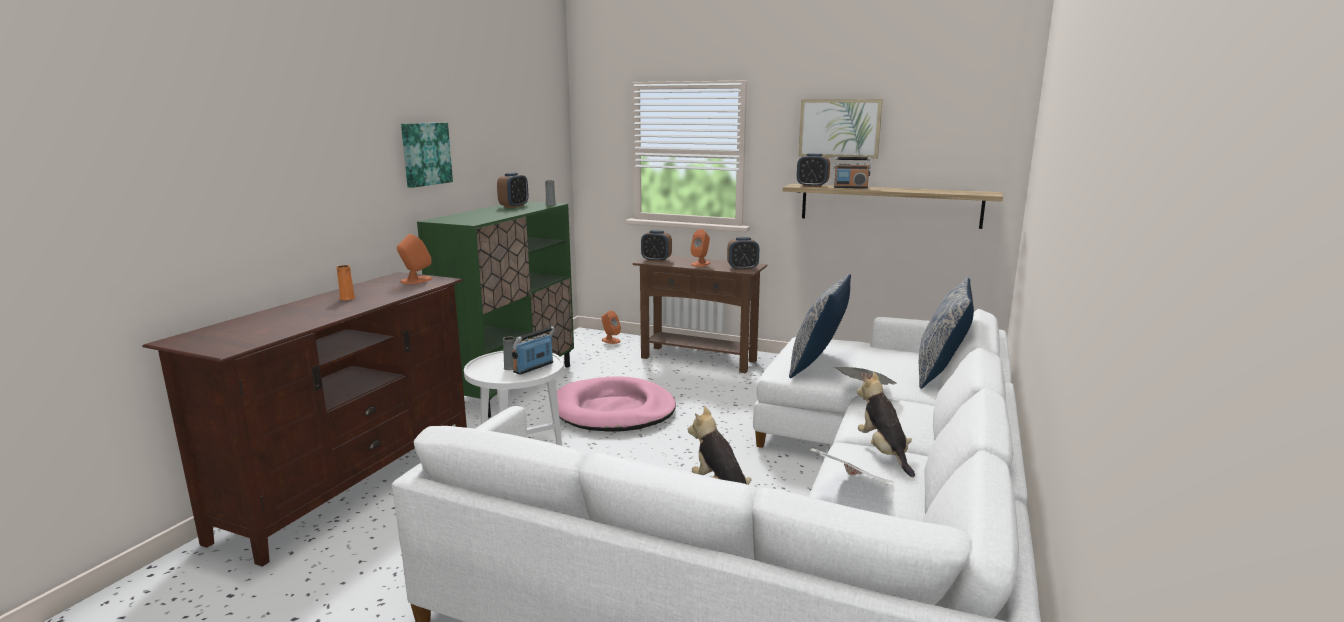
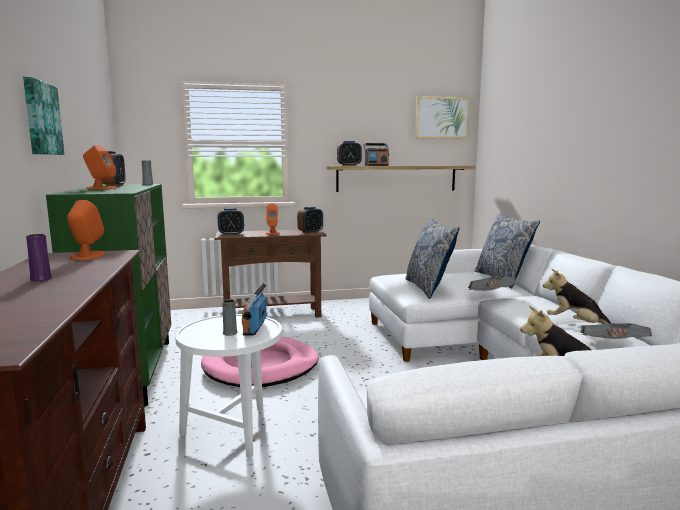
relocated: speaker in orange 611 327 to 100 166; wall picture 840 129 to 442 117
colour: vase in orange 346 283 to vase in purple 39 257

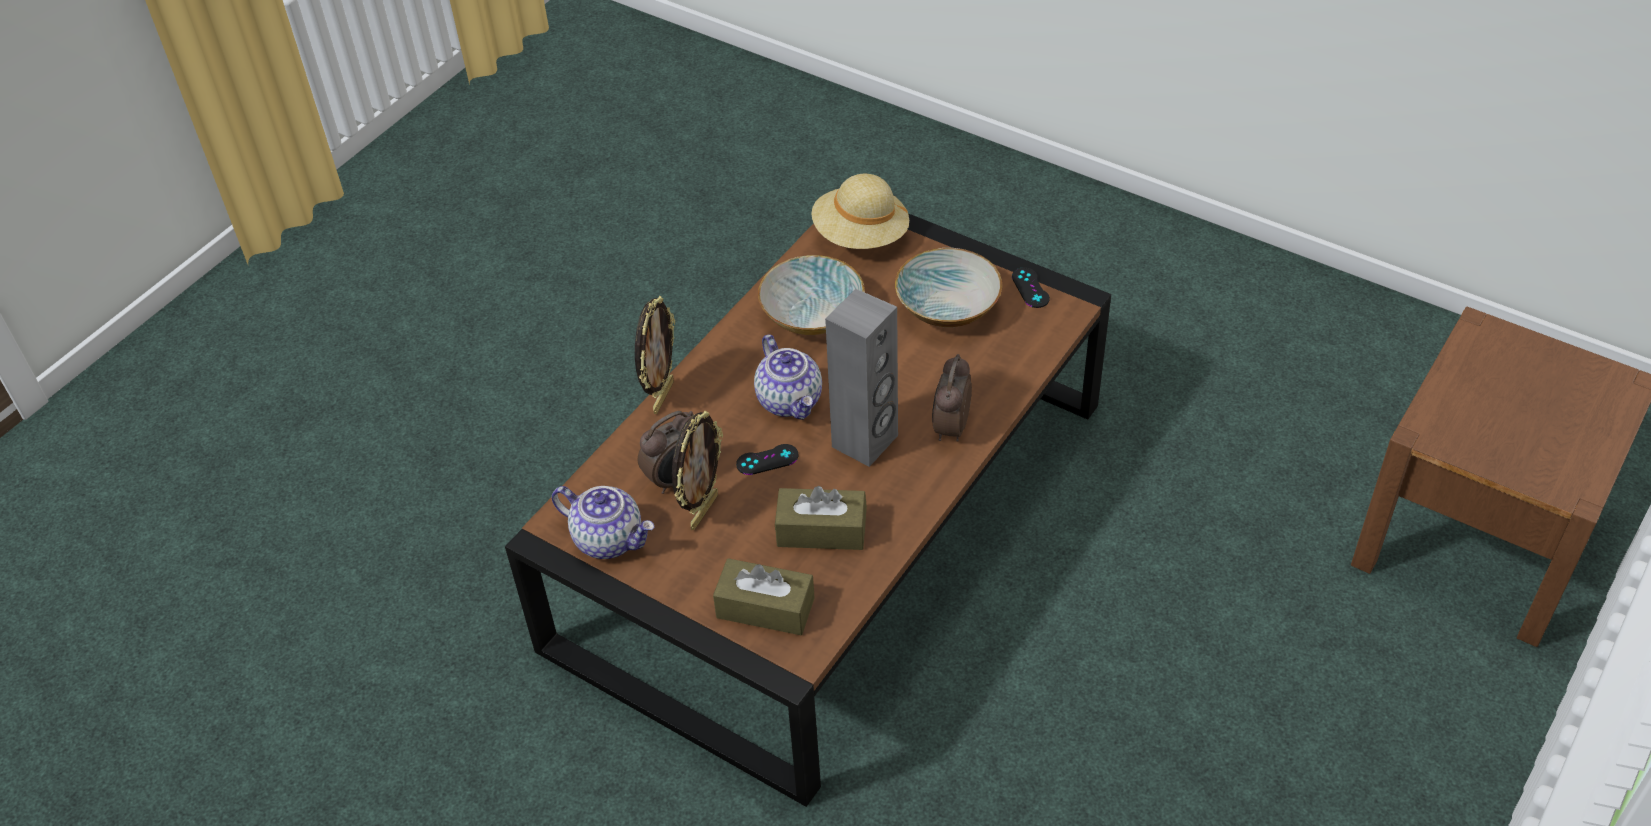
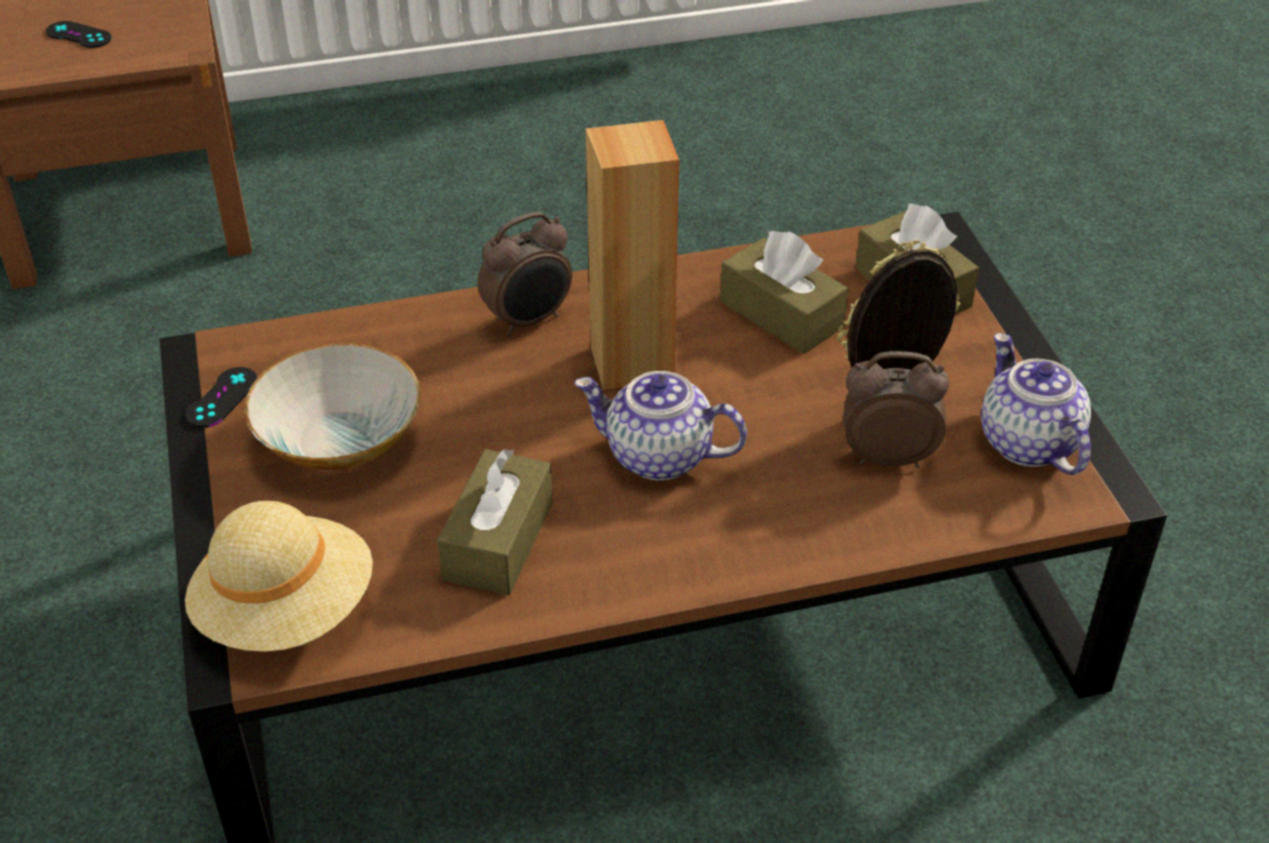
missing: standing frame 655 355
relocated: game controller in black-coloured 767 459 to 79 34
exchanged: serving bowl 811 295 to tissue holder in brownish 495 522
colour: speaker in gray 861 378 to speaker in brownish 632 255
spun: pot for tea 788 377 = 660 425 90 degrees counterclockwise

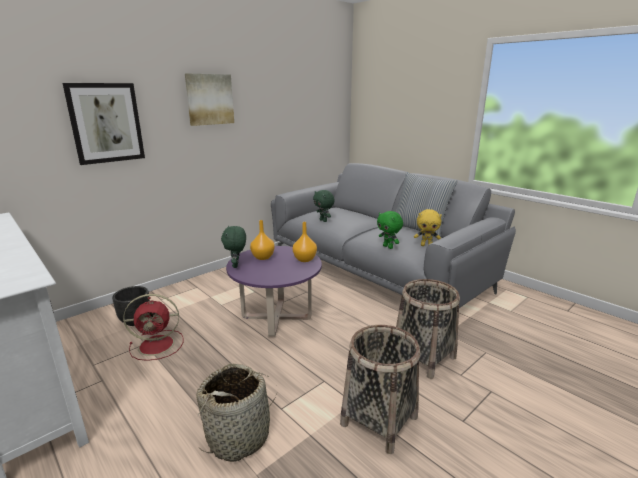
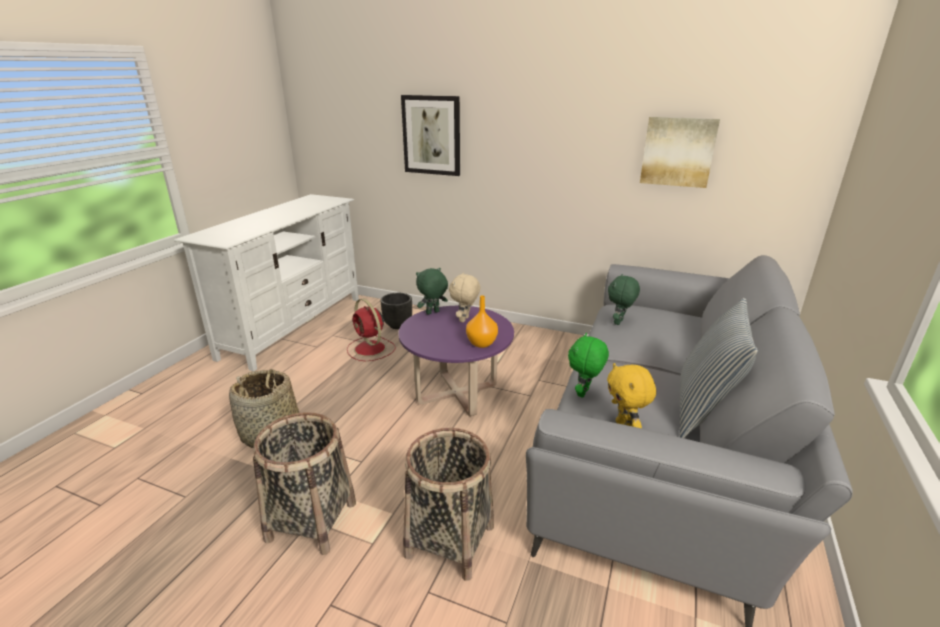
relocated: wall picture 209 100 to 680 152
exchanged: vase in orange 262 240 to plush toy in beige 464 297

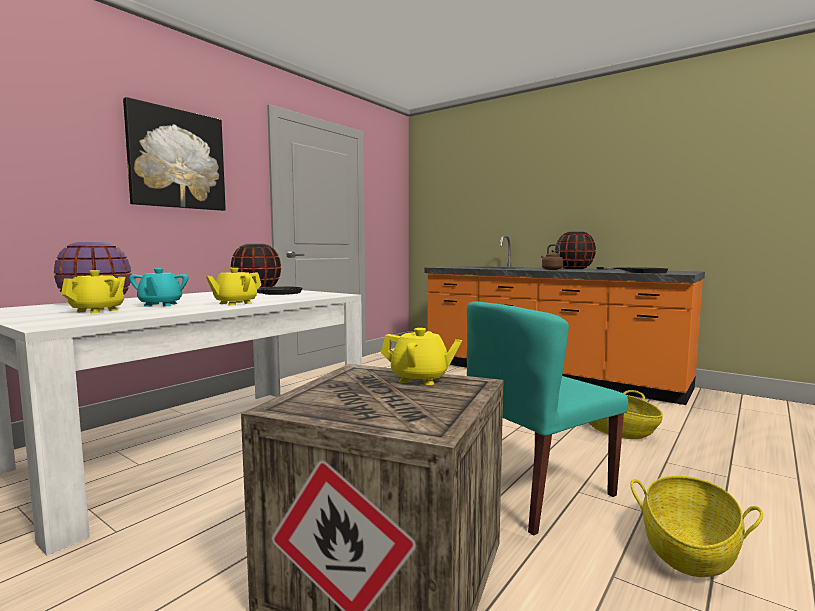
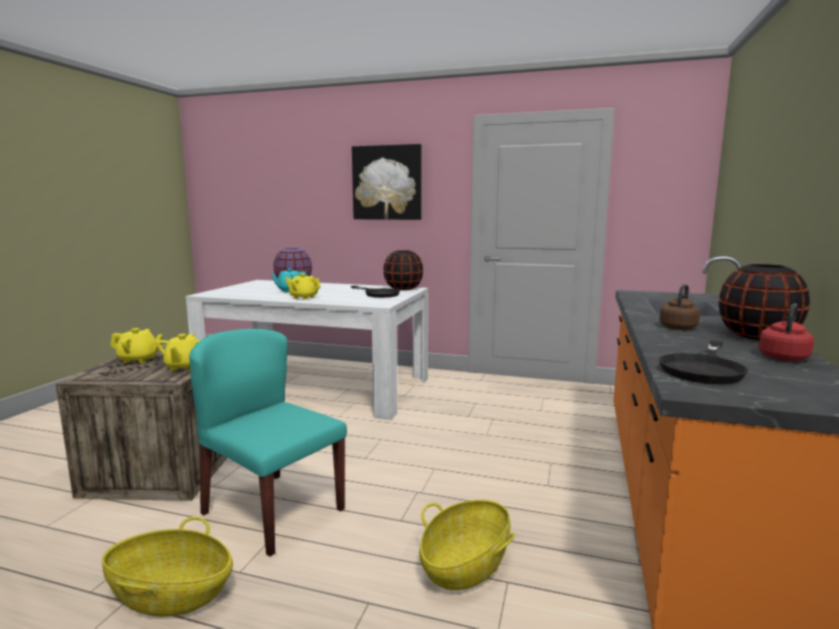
appeared: tea kettle in reddish 786 332
relocated: pot for tea in yellow-coloured 93 291 to 136 345

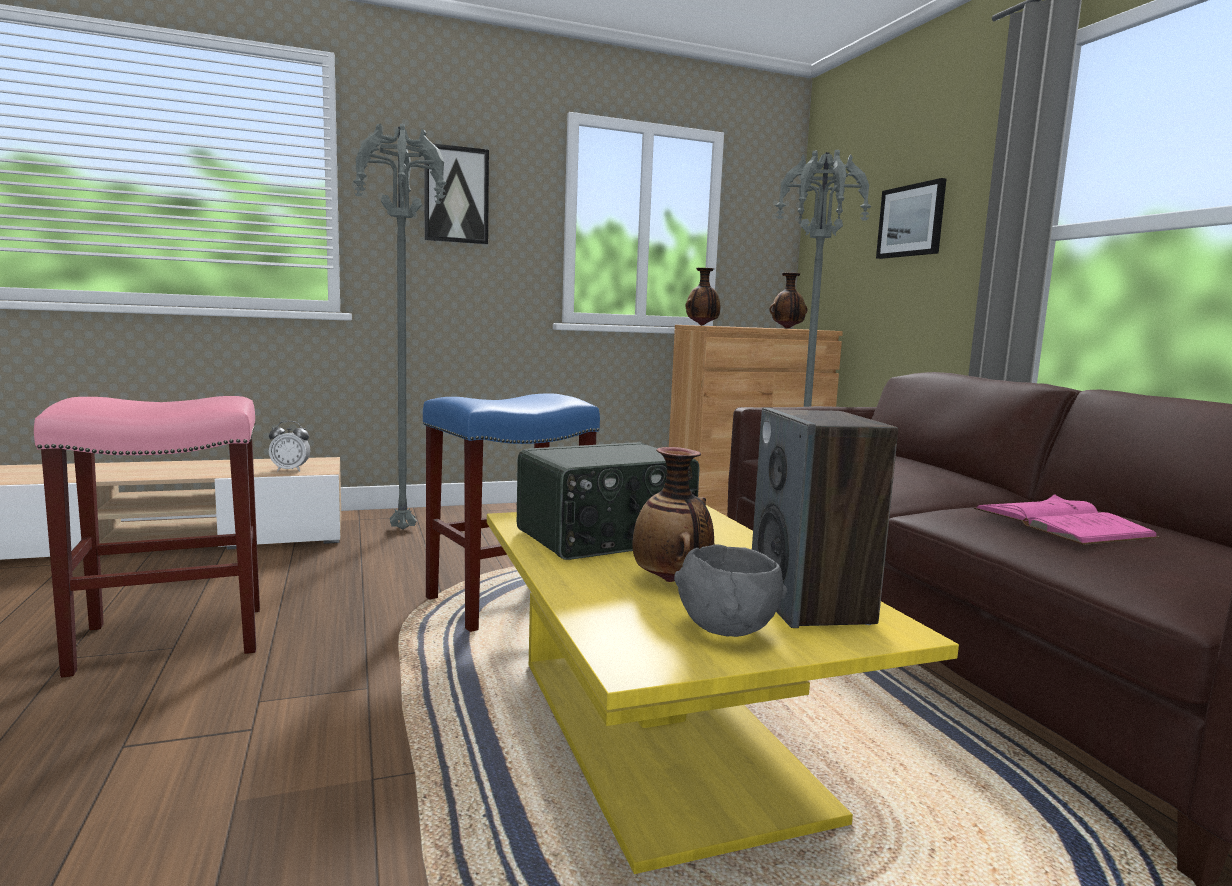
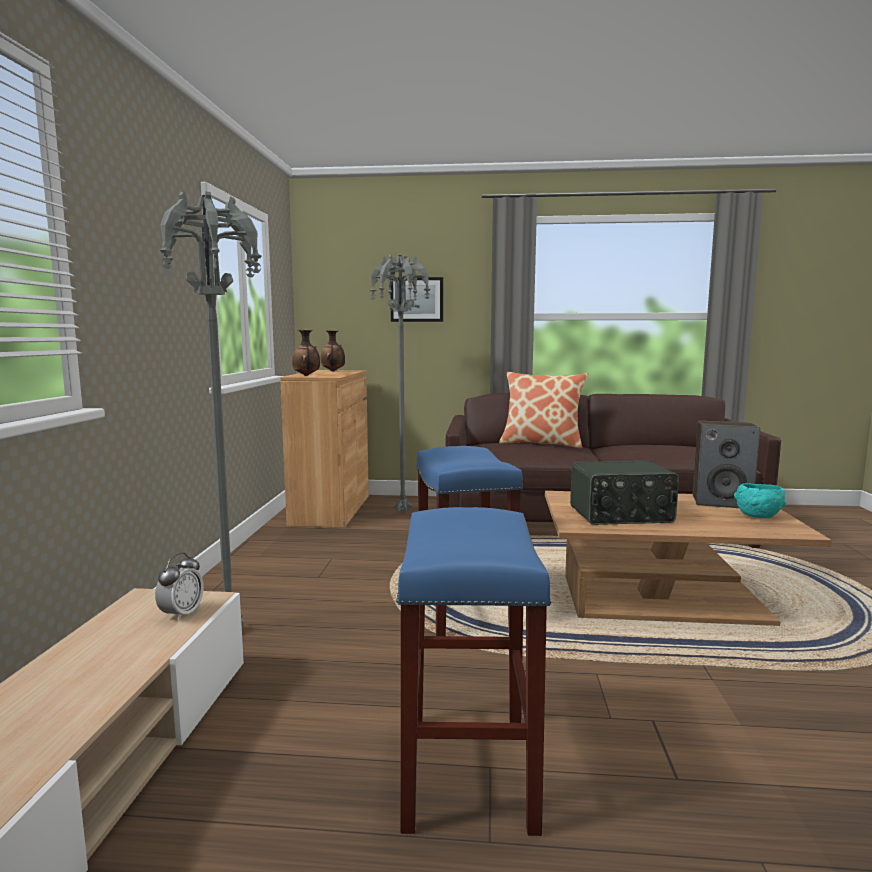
missing: wall picture 456 194; vase 673 514; book in pink 1066 519
appeared: throw pillow 543 410
colour: sitting stool in pink 147 537 to sitting stool in bluish 473 671; coffee table in yellow-coloured 723 689 to coffee table in brownish 688 558; serving bowl in gray 730 590 to serving bowl in turquoise-coloured 760 500
spun: radio set 608 501 = 624 493 90 degrees clockwise

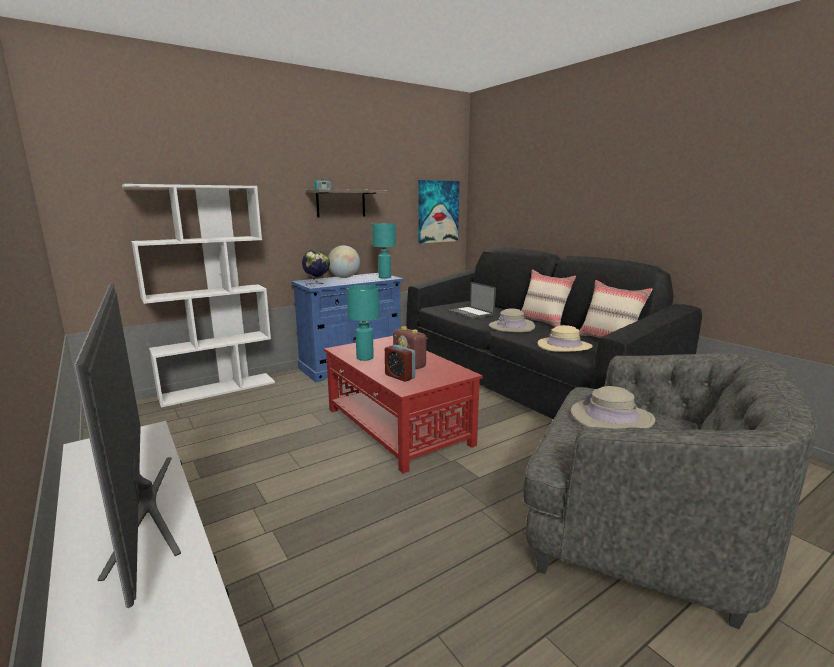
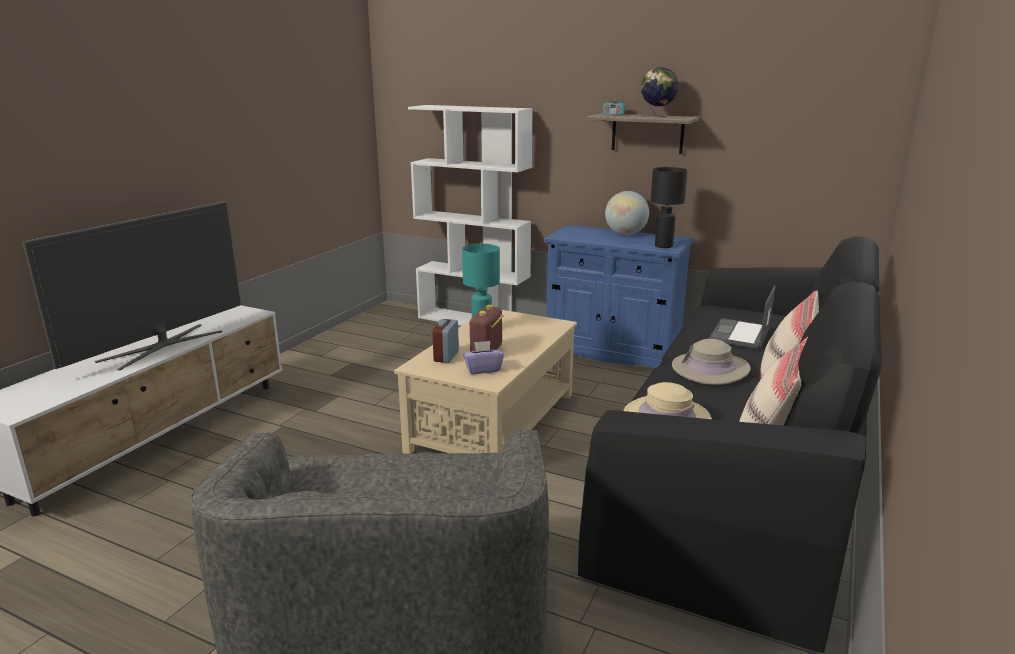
missing: wall picture 438 211; clothing hat in beige 613 407
appeared: tissue holder in purple 483 357
relocated: world globe 316 267 to 660 92
colour: coffee table in reddish 403 405 to coffee table in beige 485 382; table lamp in turquoise-coloured 384 251 to table lamp in black-coloured 669 207

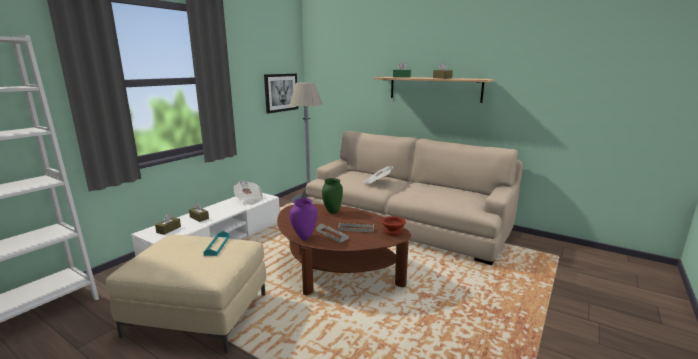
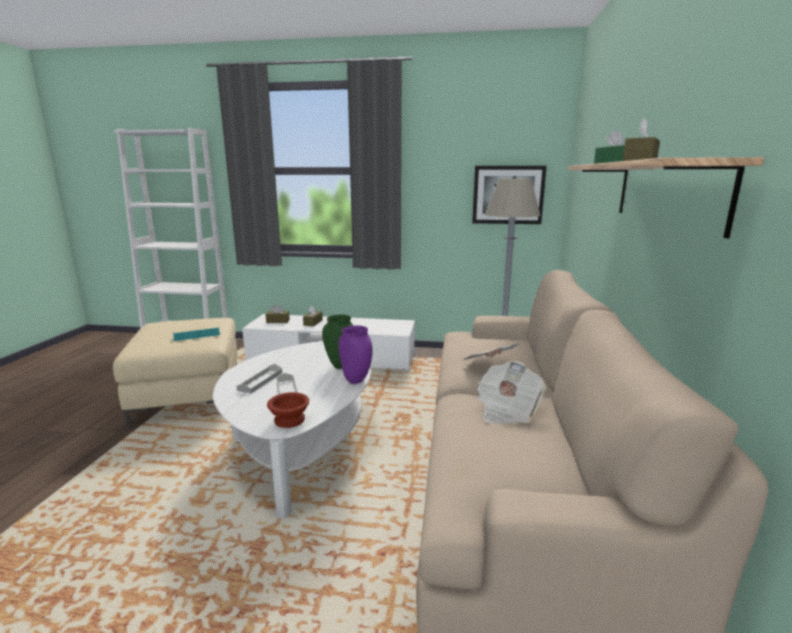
relocated: vase in purple 303 219 to 355 354; daily paper 248 193 to 511 392
colour: coffee table in brownish 344 250 to coffee table in white 292 430

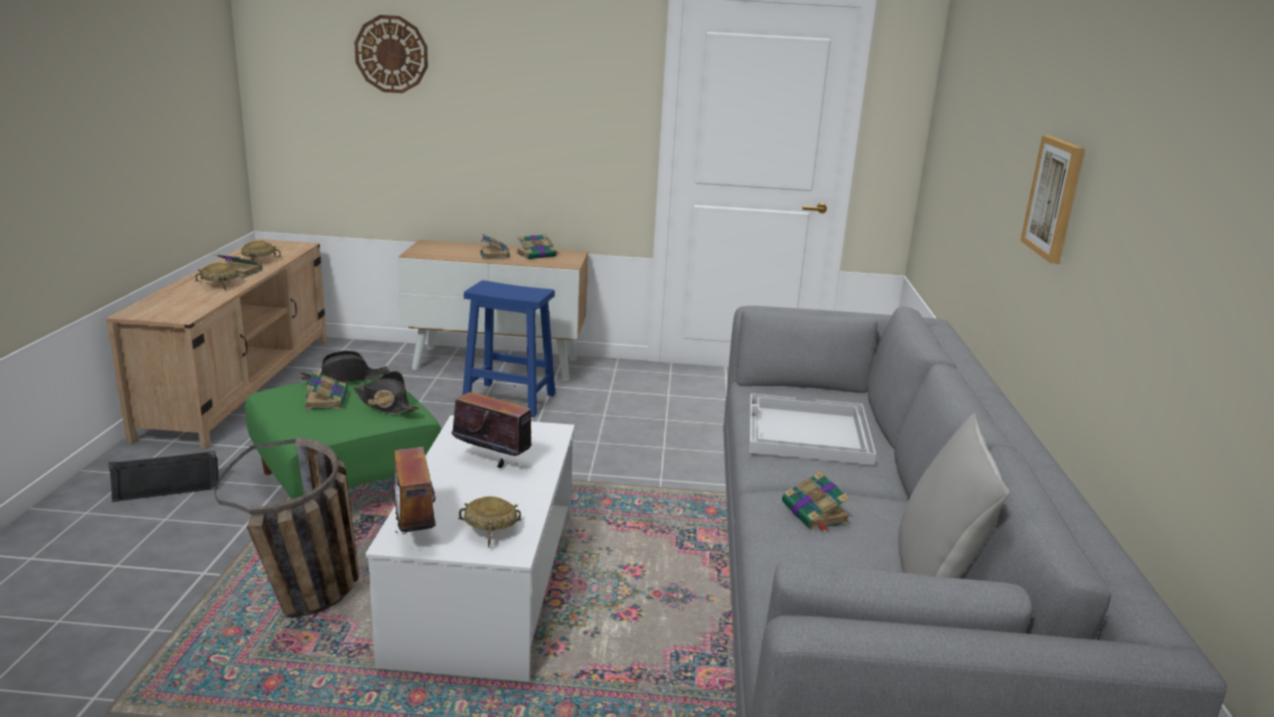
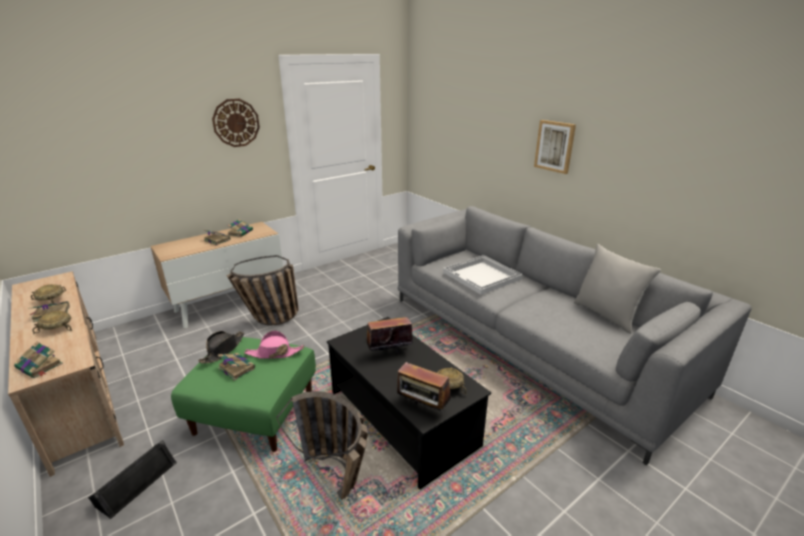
relocated: book 816 501 to 38 359; wall clock 391 54 to 236 123
exchanged: sitting stool in bluish 509 348 to basket 263 290
colour: clothing hat in black-coloured 387 392 to clothing hat in pink 274 344; coffee table in white 470 548 to coffee table in black-coloured 409 403

